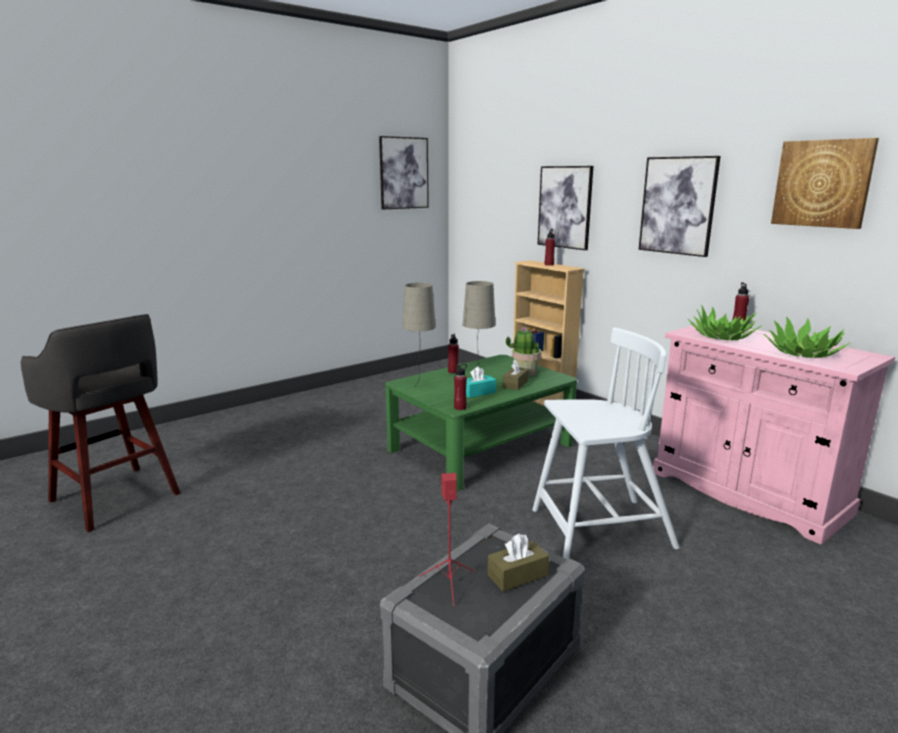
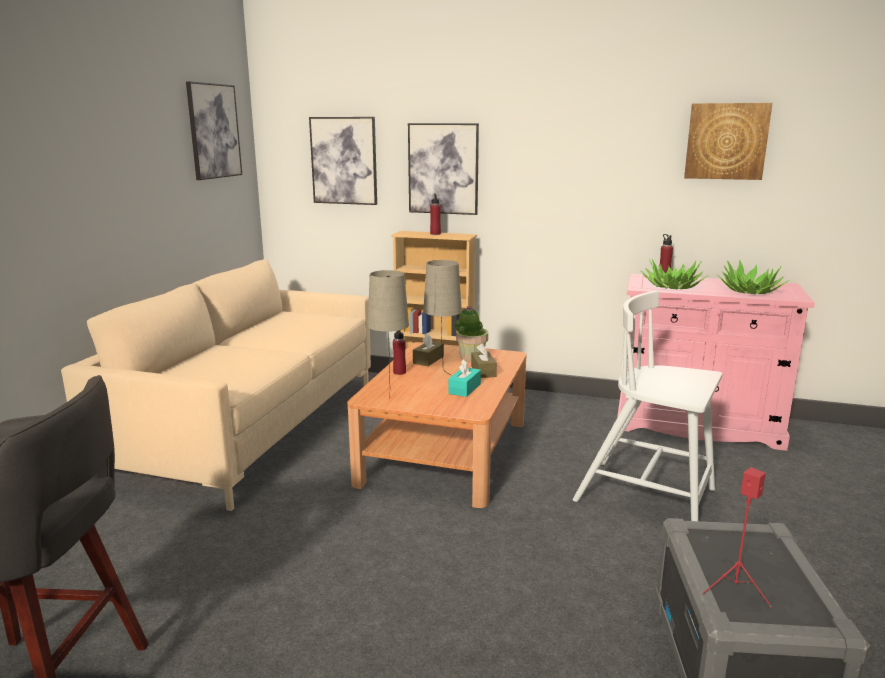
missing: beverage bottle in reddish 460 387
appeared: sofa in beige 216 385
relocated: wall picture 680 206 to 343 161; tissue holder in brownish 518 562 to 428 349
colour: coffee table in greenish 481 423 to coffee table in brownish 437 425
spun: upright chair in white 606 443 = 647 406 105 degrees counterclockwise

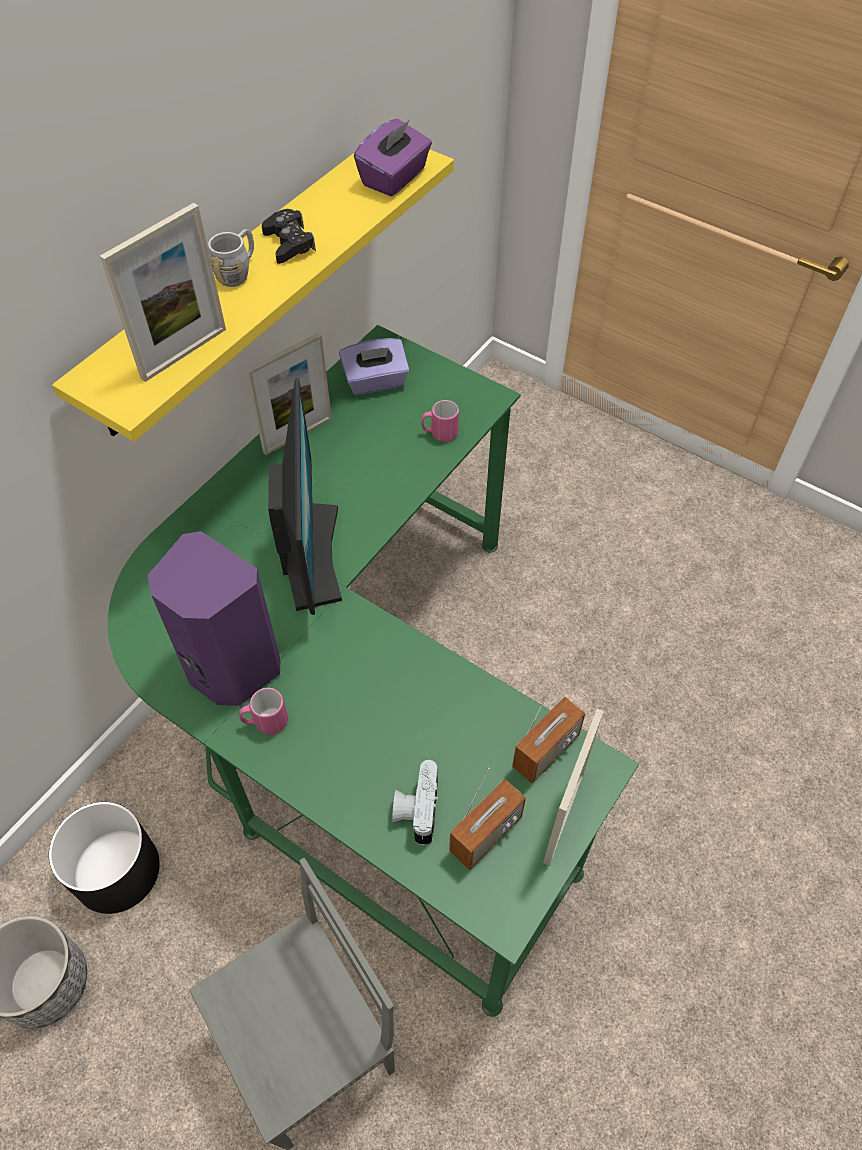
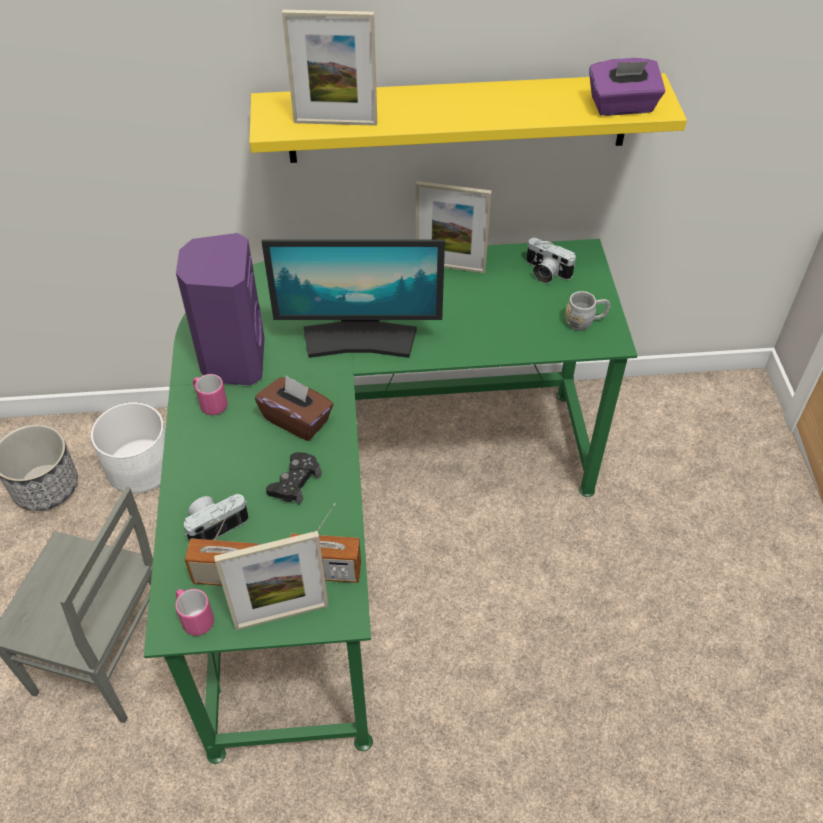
appeared: tissue holder in brownish 294 408
relocated: tea mug in pink 440 421 to 194 612; game controller in black-coloured 289 236 to 294 478; tea mug in gray 231 258 to 588 311
exchanged: tissue holder in purple 374 366 to photo camera 551 260
colour: planter in black-coloured 104 858 to planter in white 128 448
spun: computer display 305 496 = 353 298 45 degrees clockwise

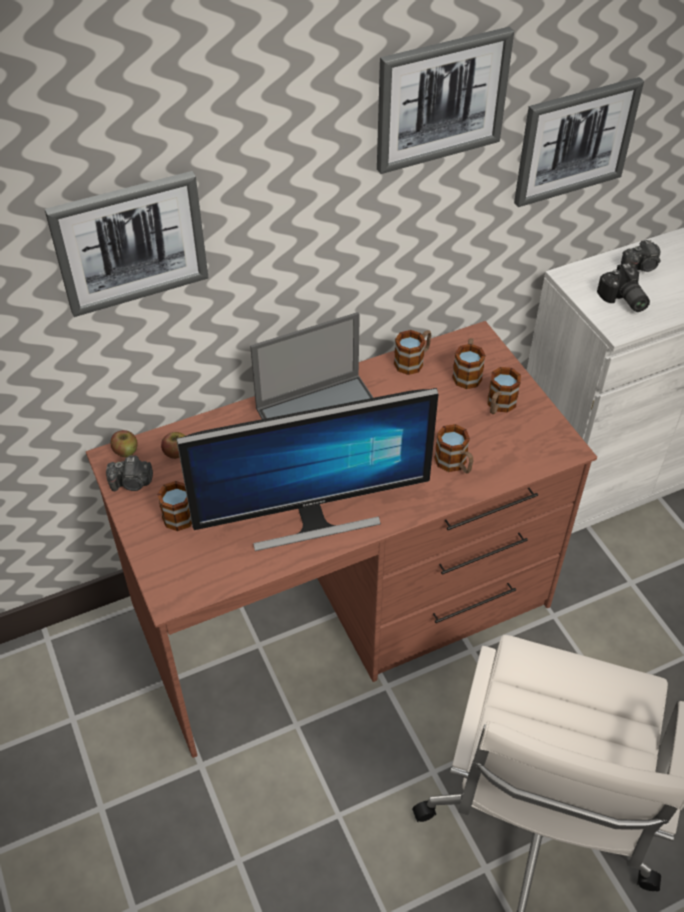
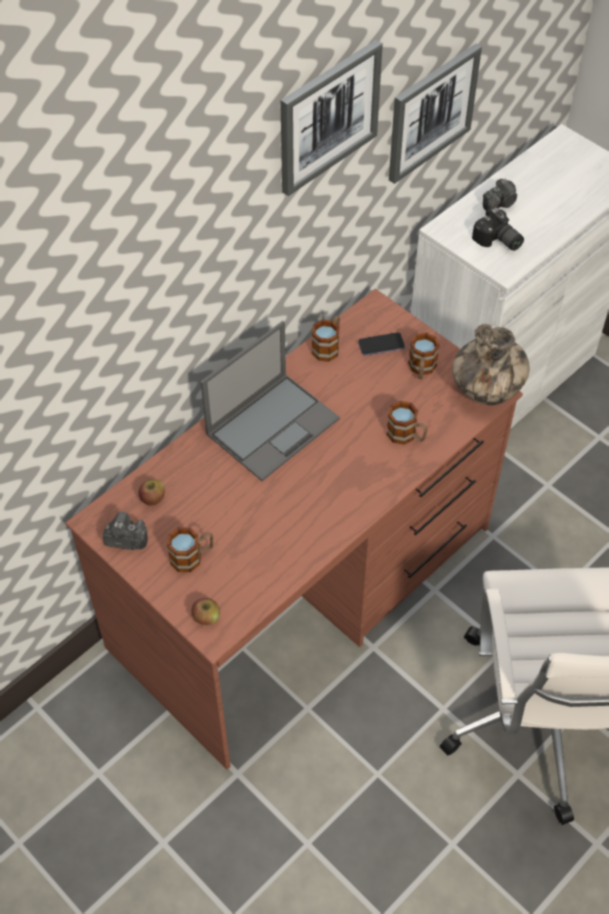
missing: wall picture 126 244; computer display 307 469
appeared: vase 490 364
relocated: apple 124 443 to 206 611
exchanged: tea mug 469 363 to telephone 381 344
spun: photo camera 129 473 = 125 531 150 degrees counterclockwise

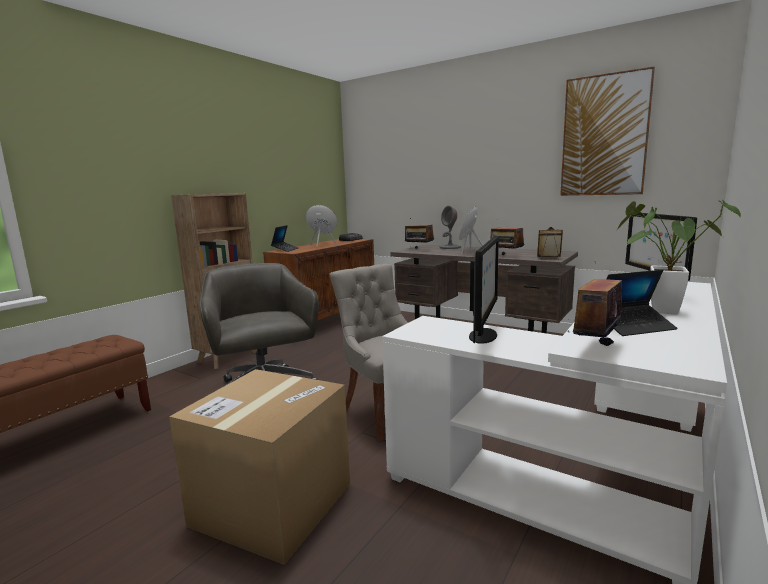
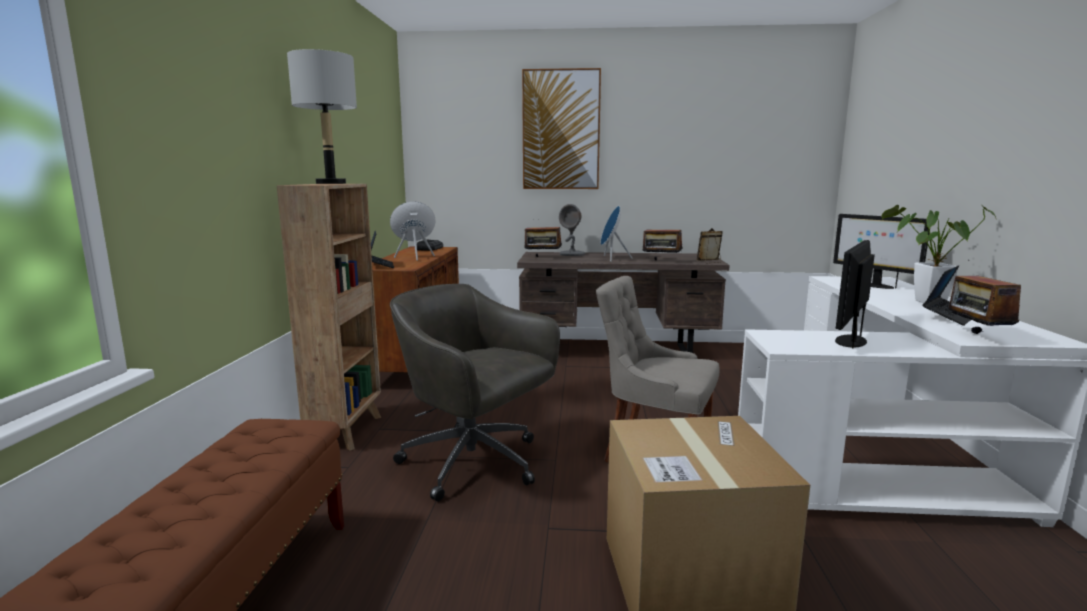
appeared: table lamp in gray 322 116
relocated: wall picture 607 131 to 561 128
spun: computer display 484 290 = 855 294 135 degrees counterclockwise

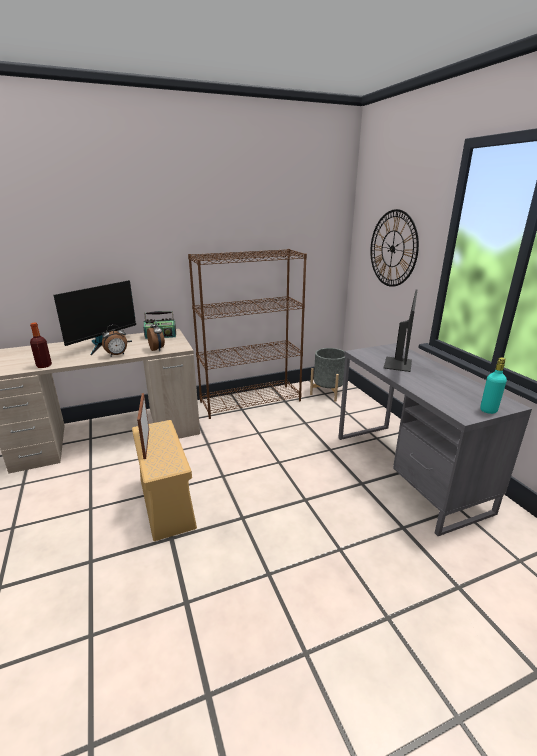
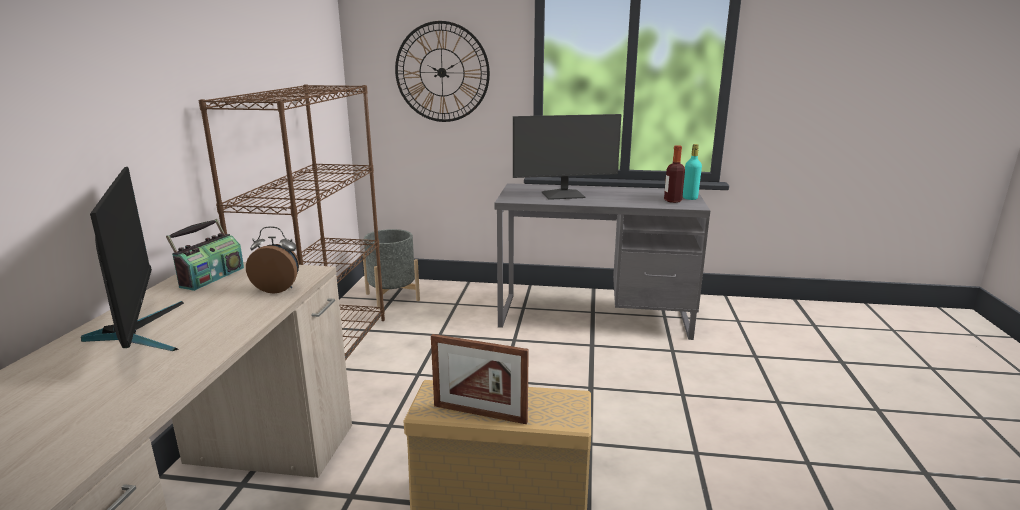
missing: table clock 114 340
relocated: beverage bottle 41 345 to 674 174
spun: computer display 400 331 = 567 157 120 degrees clockwise

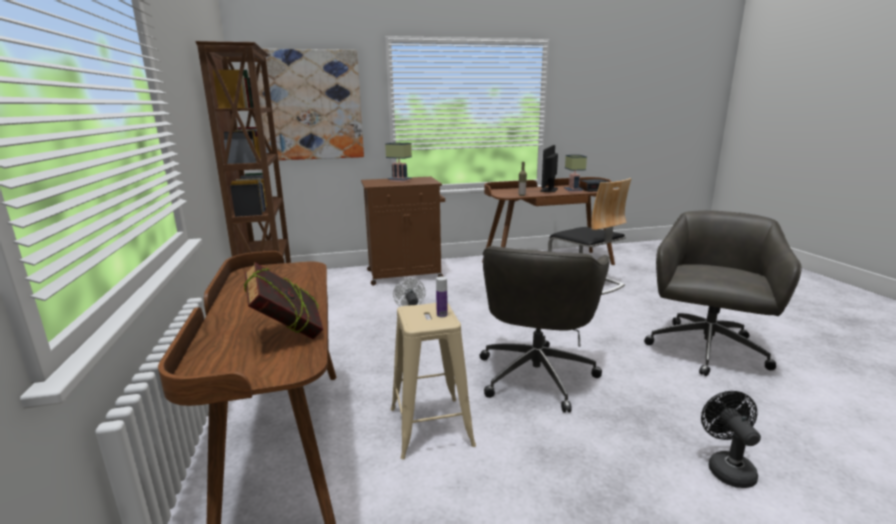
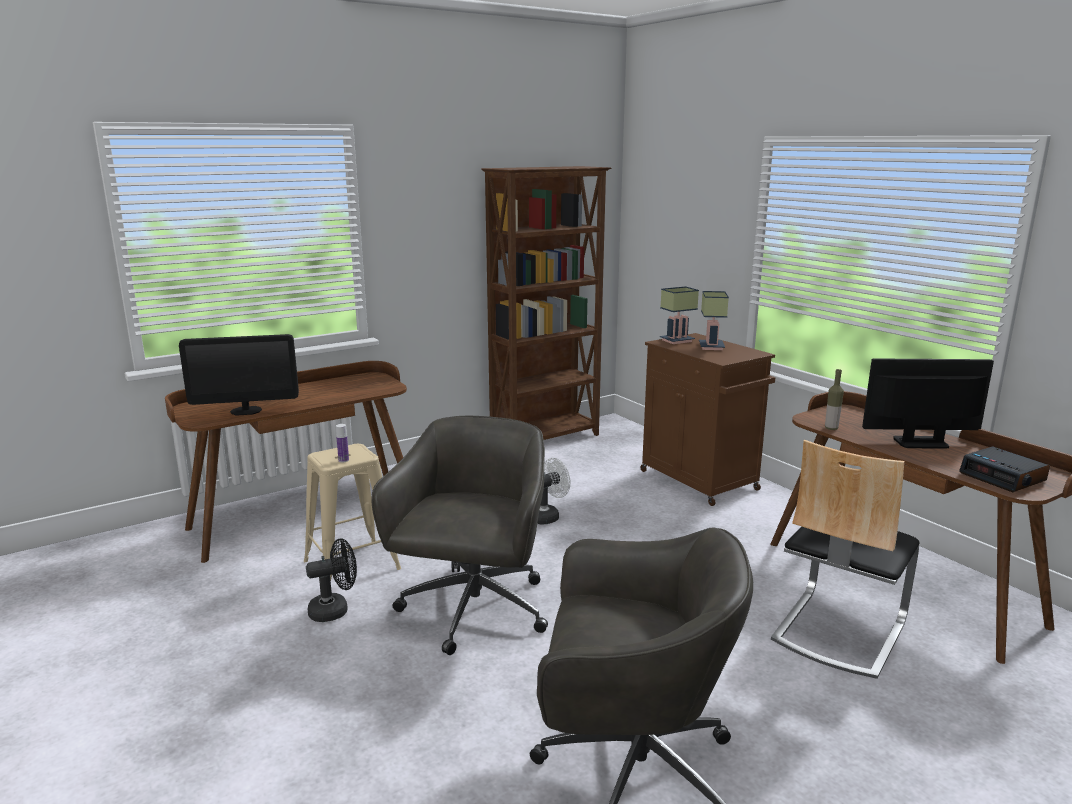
missing: wall picture 305 104
relocated: electric fan in black-coloured 731 439 to 331 580; table lamp 575 174 to 679 315
exchanged: book 283 300 to computer display 239 375
spun: computer chair in gray 544 329 = 460 535 105 degrees clockwise

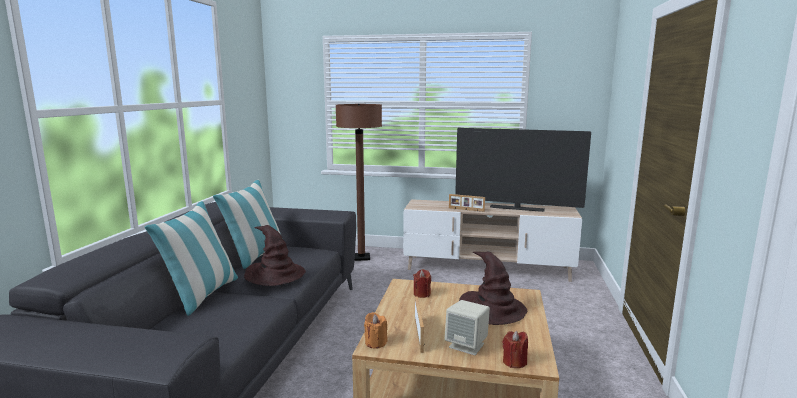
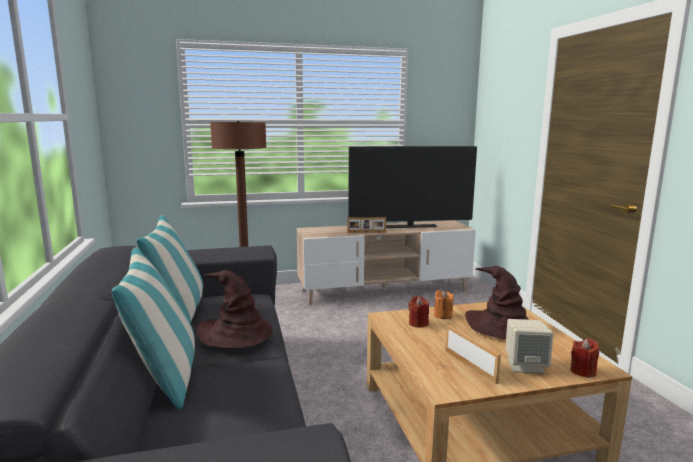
relocated: wax light in orange 375 330 to 444 304

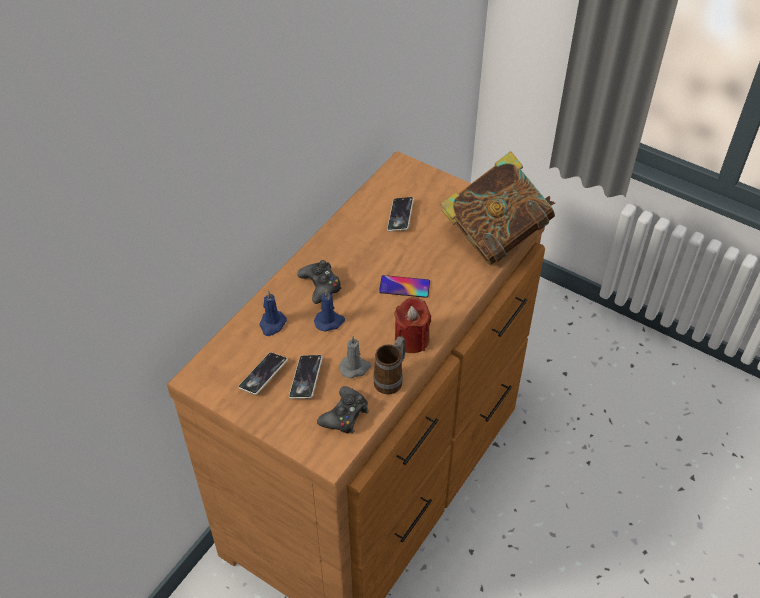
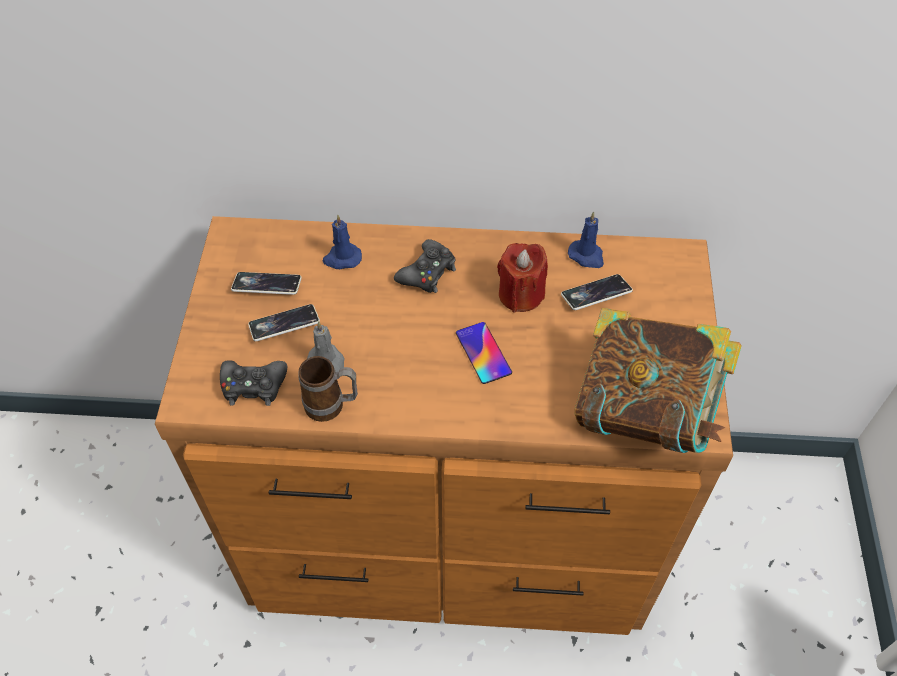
relocated: wax light in reddish 412 325 to 522 278; wax light in bluish 329 310 to 586 240

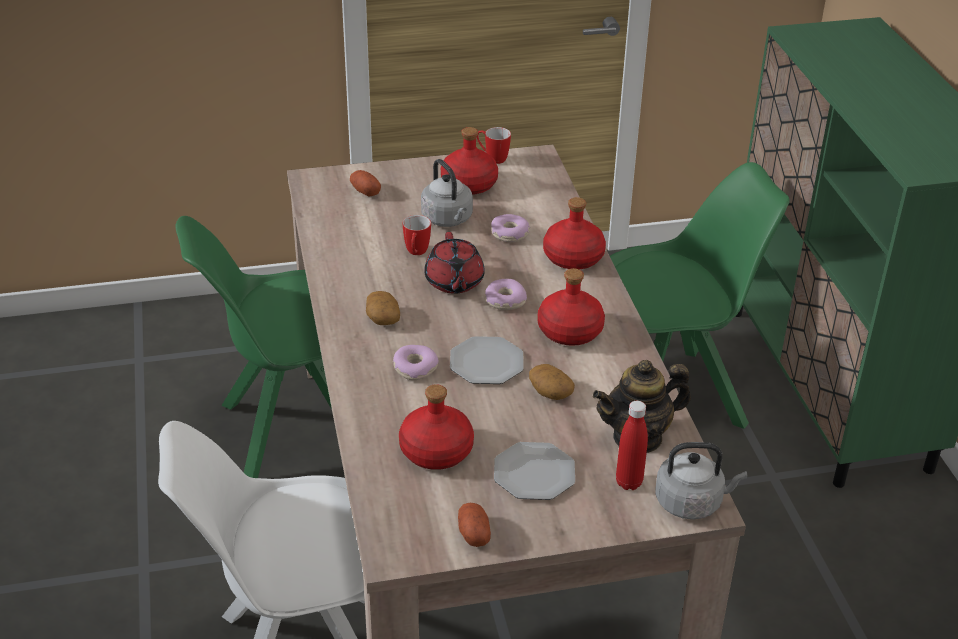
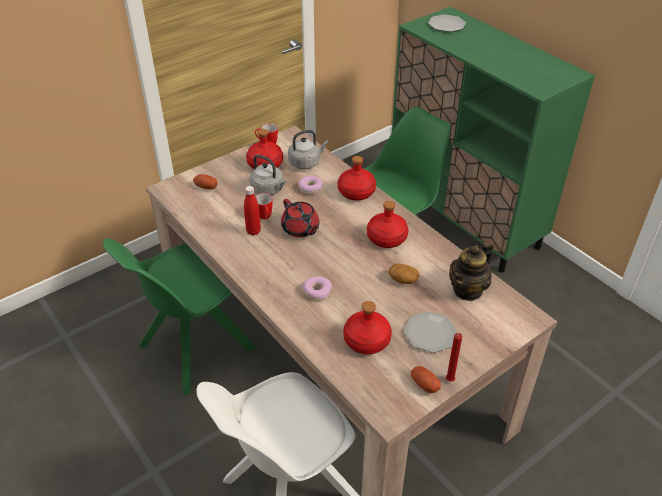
missing: spud 383 308; ring doughnut 506 294
appeared: wax light in reddish 454 357
relocated: beverage bottle in reddish 632 445 to 252 210; tea kettle in gray 701 480 to 308 149; plate 487 360 to 447 23

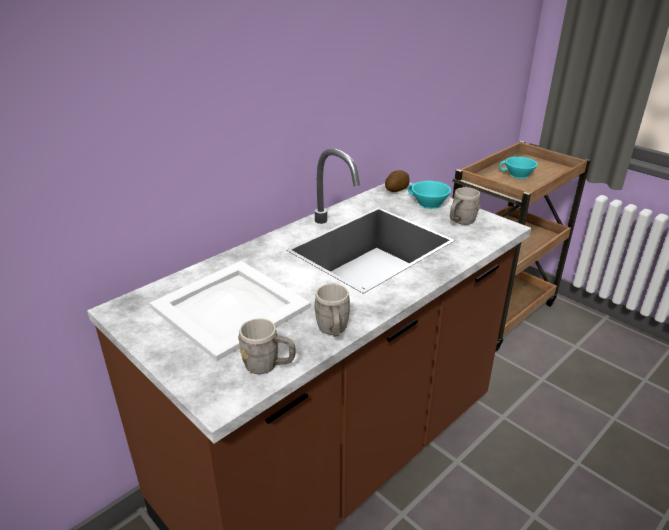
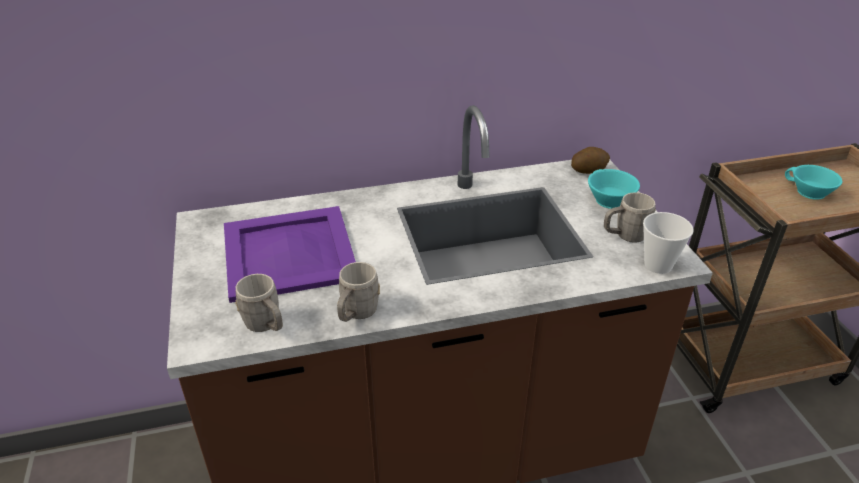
appeared: cup 668 243
colour: carrying tray in white 230 311 to carrying tray in purple 290 254

